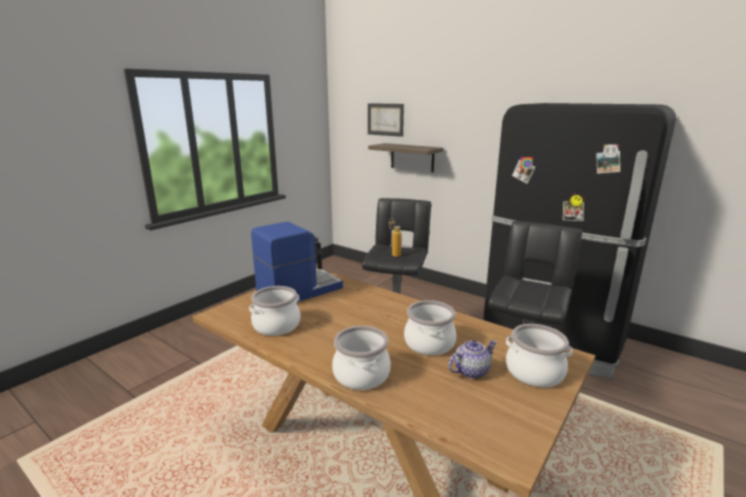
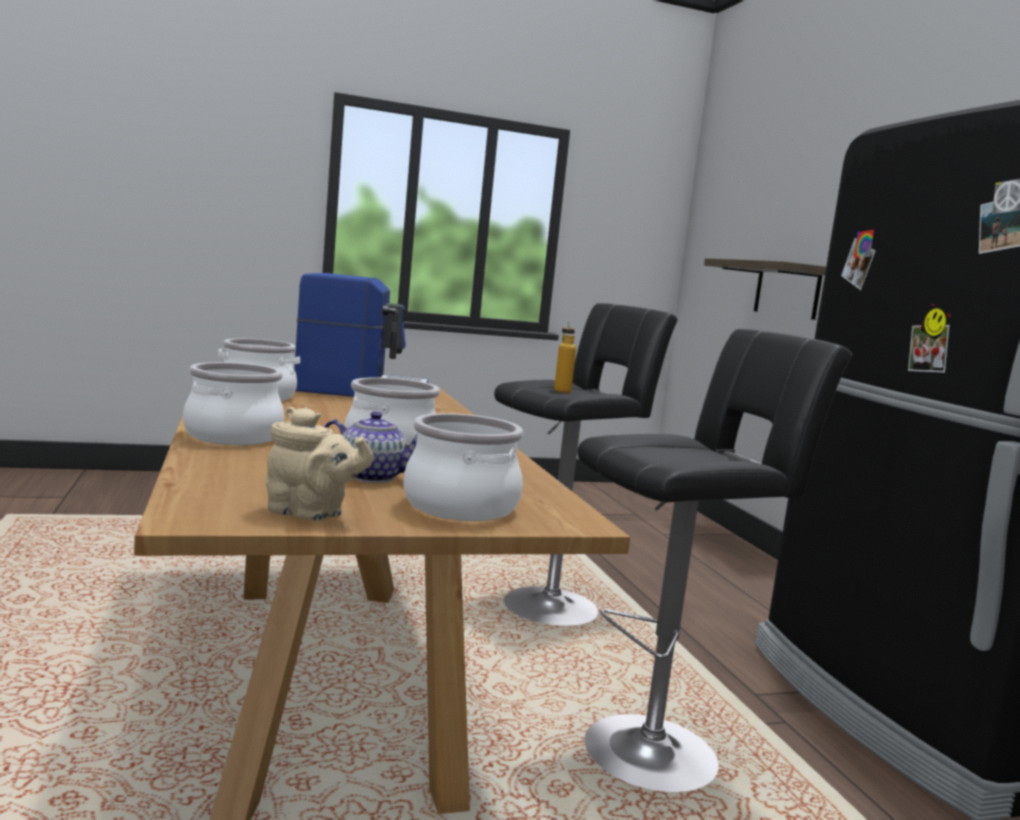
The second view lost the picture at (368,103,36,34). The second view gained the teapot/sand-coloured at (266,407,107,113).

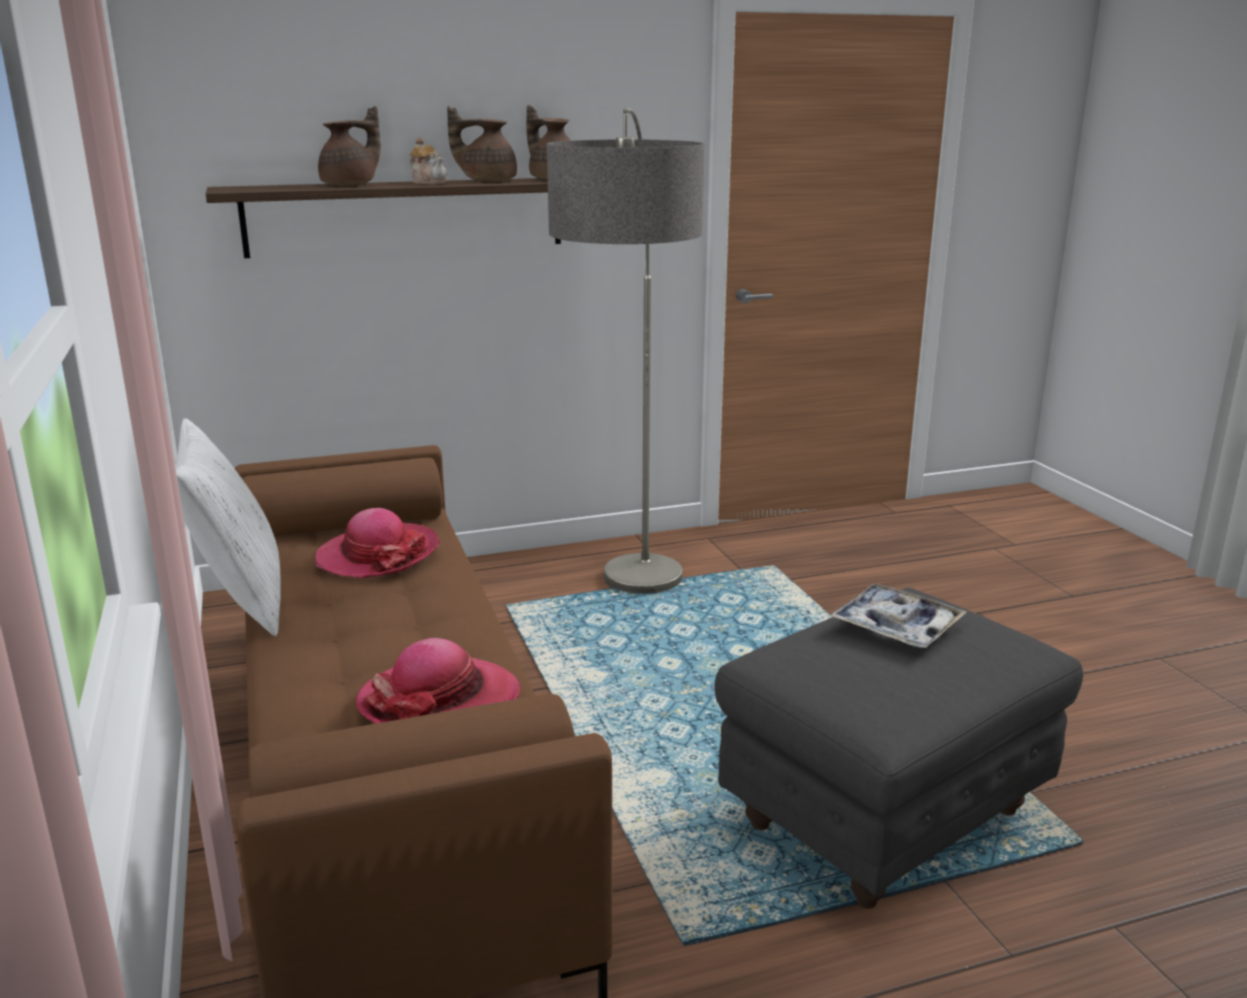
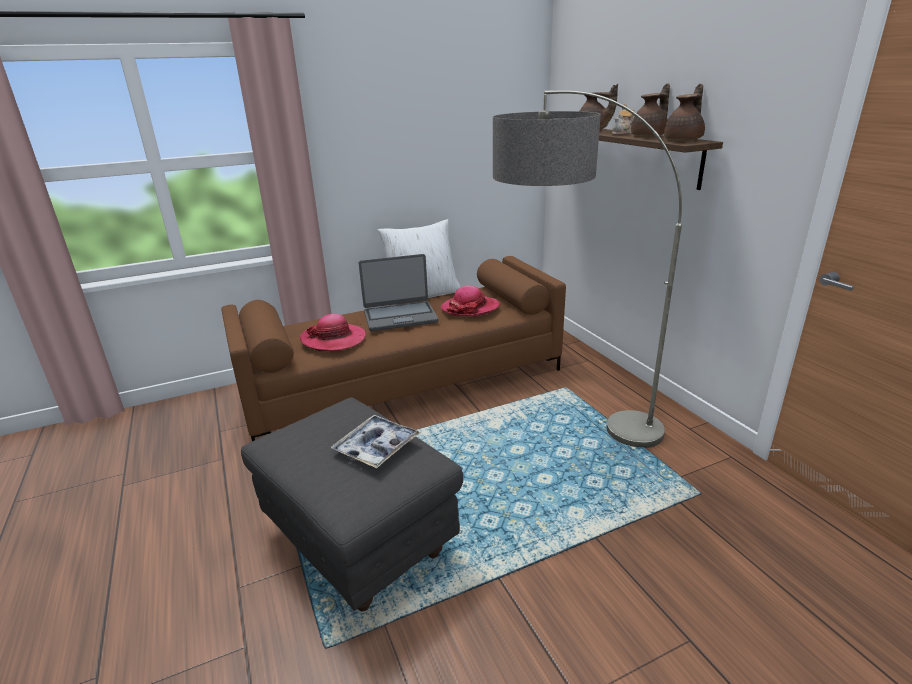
The teapot/brownish at (447,106,70,76) ended up facing another way, 60 degrees clockwise from before. The second view gained the portable computer at (359,254,80,77).

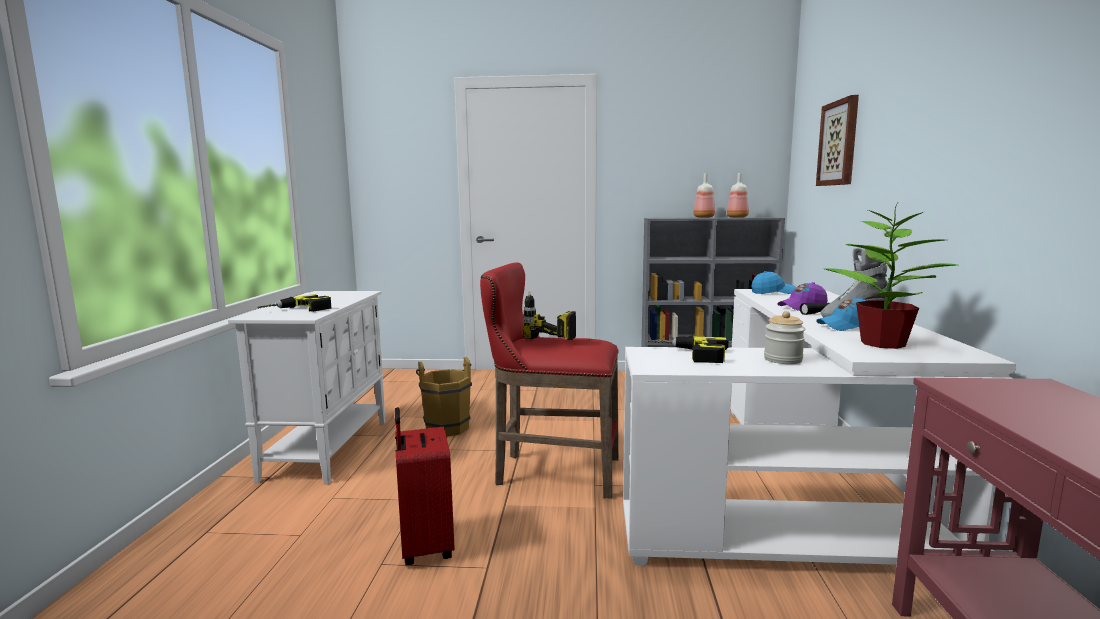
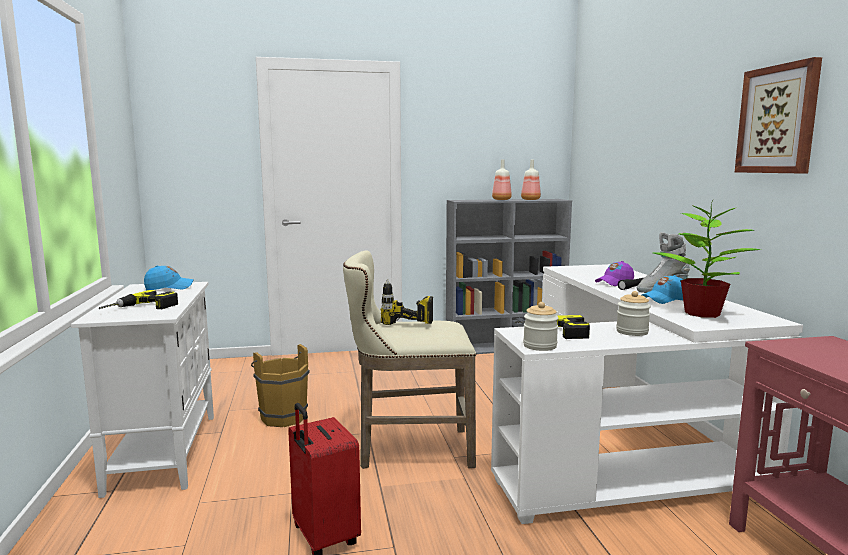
The picture ended up elsewhere, having gone from (816,95,43,91) to (735,57,87,116). What was the sitting stool/red-coloured at (480,263,139,236) turned into the sitting stool/sand-coloured at (343,250,133,219). The cap/blue ended up elsewhere, having gone from (752,271,44,23) to (144,265,50,25). The second view gained the jar at (523,302,35,49).

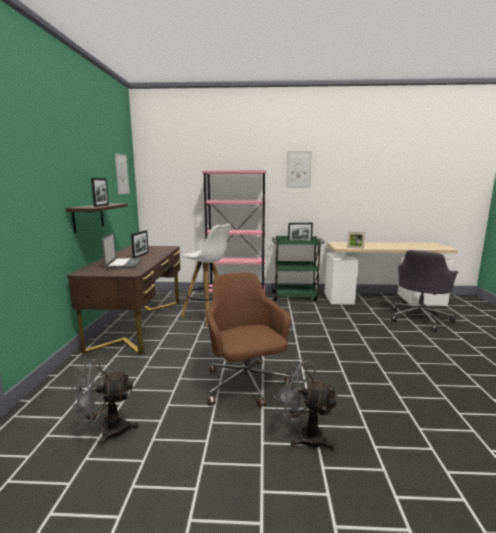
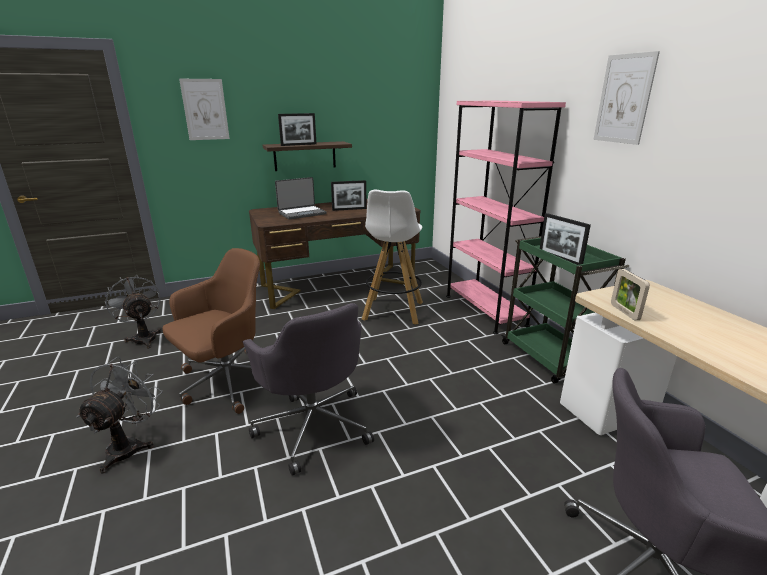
The picture ended up elsewhere, having gone from (115,153,15,41) to (179,79,51,61). The second view gained the desk chair/gray at (243,303,131,173).

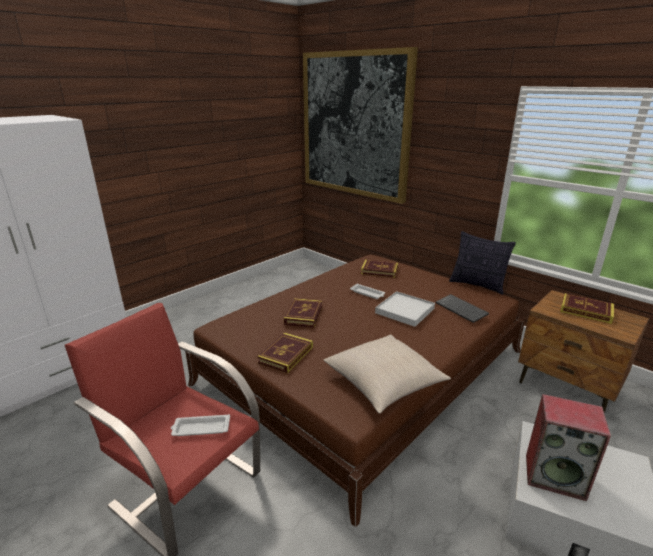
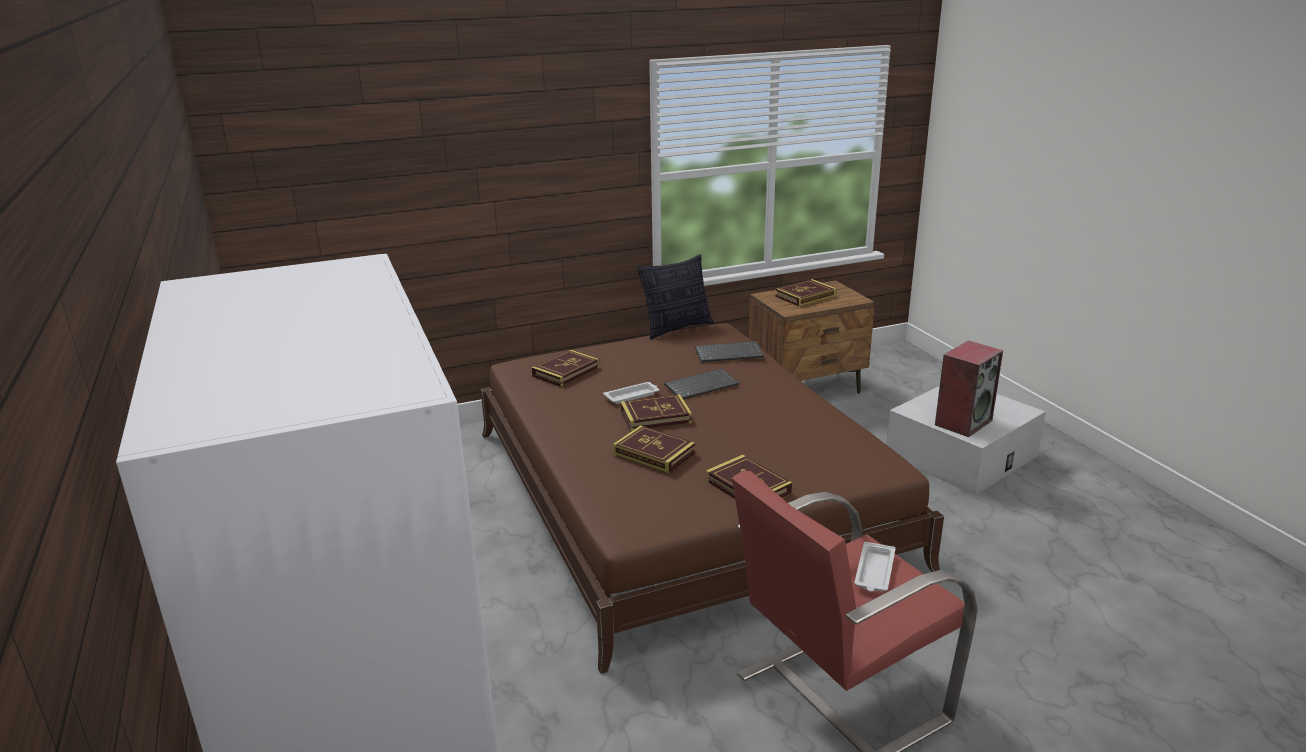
The second view lost the picture at (303,47,115,157). Where the carrying tray/white stood at (375,291,60,36), the keyboard came to stand at (664,368,75,31). The second view lost the throw pillow/sand-coloured at (324,334,127,80). The second view gained the bound book at (620,394,72,37).

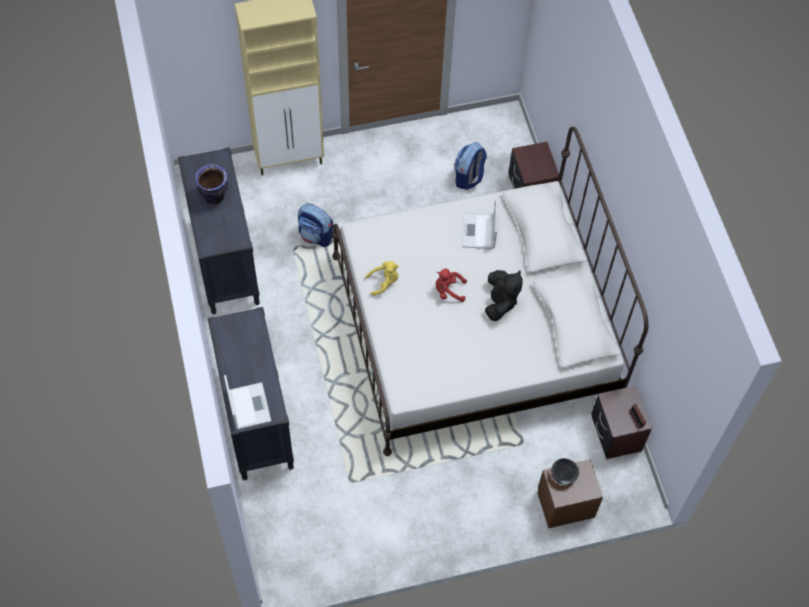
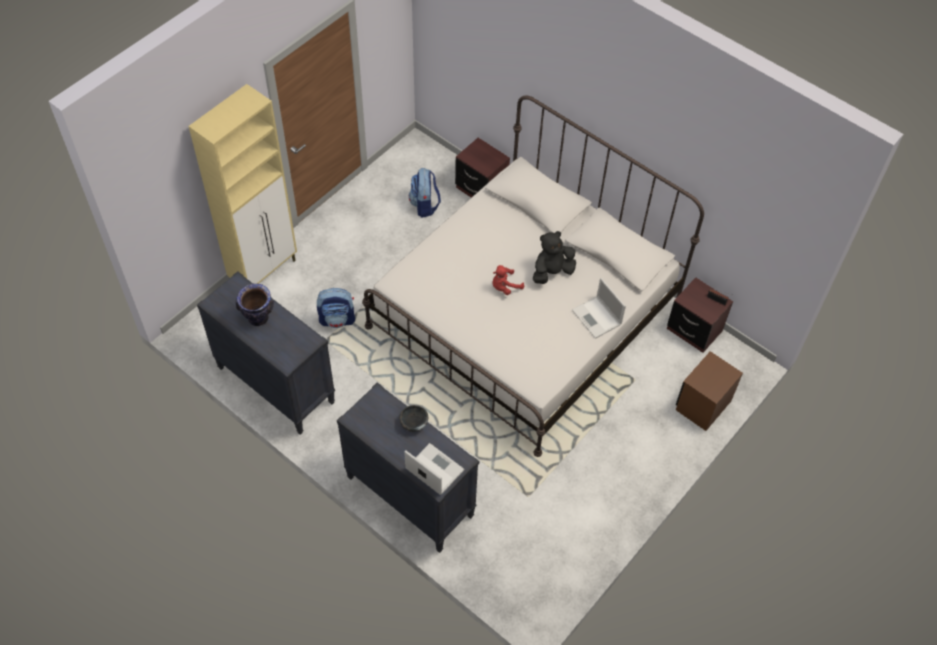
The portable computer ended up elsewhere, having gone from (462,198,36,51) to (572,278,54,61). The second view lost the soft toy/yellowish at (366,261,33,35). The soft toy/black at (485,270,38,51) ended up facing another way, 90 degrees counterclockwise from before. The serving bowl/black ended up elsewhere, having gone from (551,458,28,27) to (400,405,28,27).

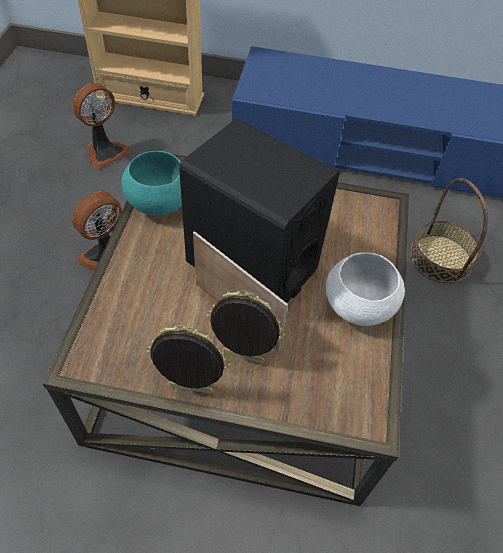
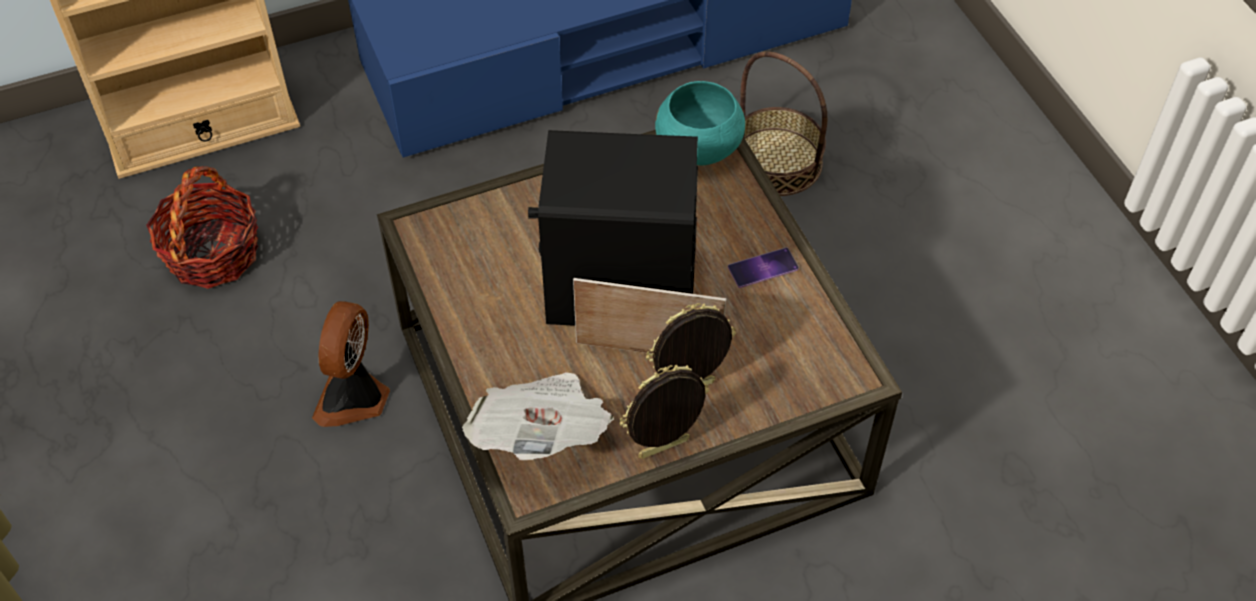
Where the cooling fan stood at (73,83,57,86), the storage basket came to stand at (147,166,111,123). The serving bowl/turquoise-coloured ended up elsewhere, having gone from (121,151,61,65) to (655,81,90,84). Where the serving bowl/white stood at (326,252,79,74), the phone came to stand at (728,247,71,41). The second view gained the printed paper at (462,372,152,88).

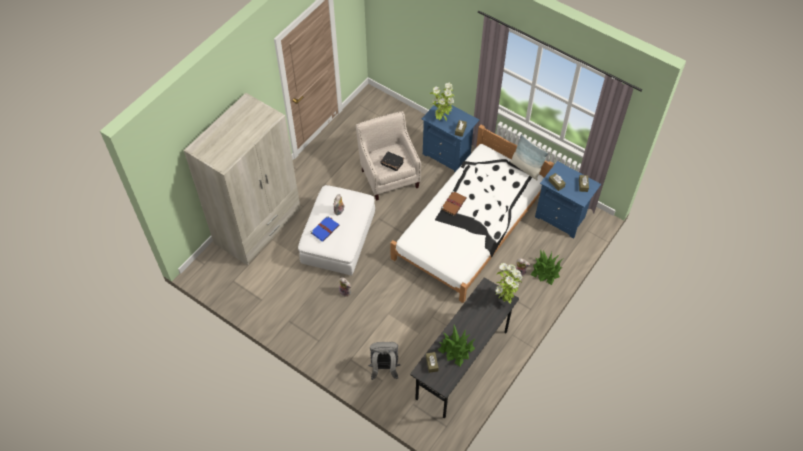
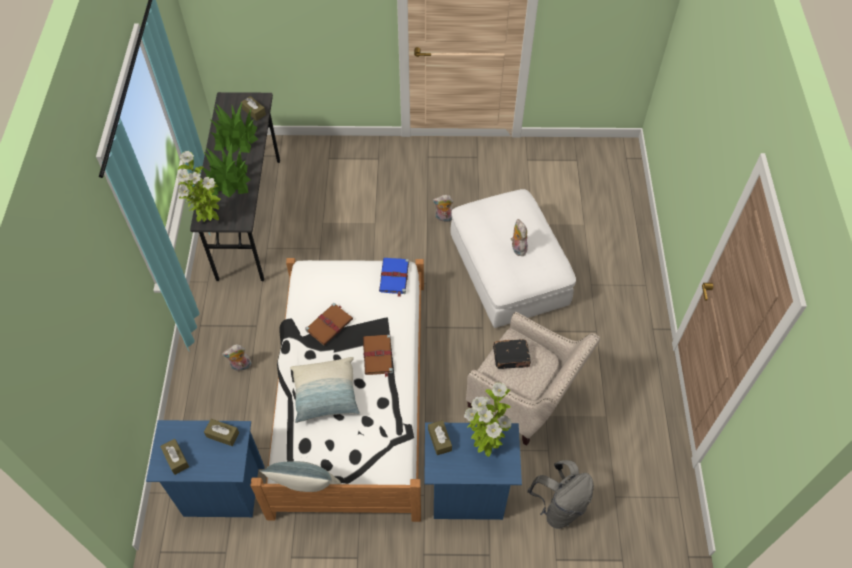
The second view lost the wardrobe/sand-coloured at (184,93,116,172). The bound book/blue ended up elsewhere, having gone from (311,216,29,26) to (379,258,30,39). The plant in a pot ended up elsewhere, having gone from (530,250,33,35) to (202,144,49,54). The backpack/gray ended up elsewhere, having gone from (368,342,32,38) to (527,460,67,69). The second view gained the bound book/brownish at (305,303,48,43). The second view gained the throw pillow at (290,357,70,66).

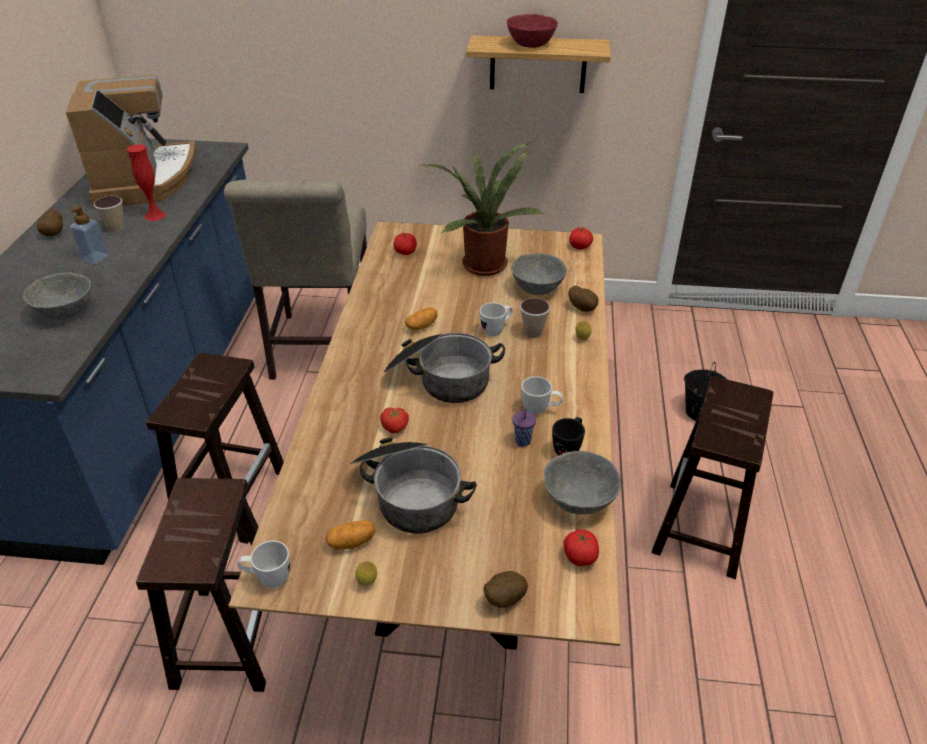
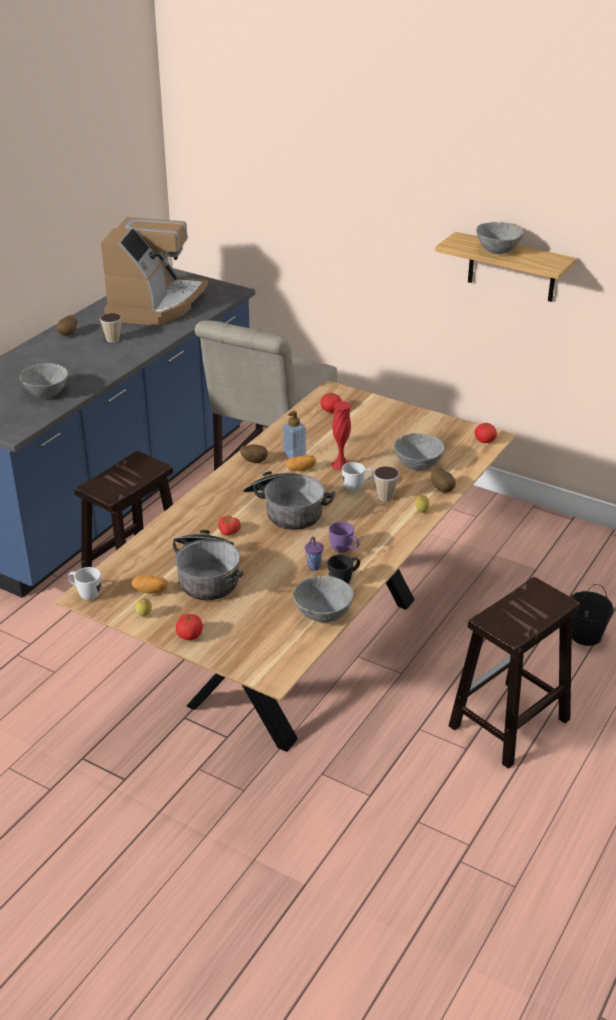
What was the serving bowl/red-coloured at (507,14,51,34) turned into the serving bowl/gray at (476,222,48,32). The second view lost the plant in a pot at (420,141,125,135). The decorative vase/red-coloured ended up elsewhere, having gone from (126,144,40,77) to (331,401,20,70). The soap dispenser ended up elsewhere, having gone from (70,206,39,58) to (283,411,23,47). What was the mug/white at (521,376,42,38) turned into the mug/purplish at (329,522,31,31). The second view lost the sitting stool/brownish at (136,478,130,214). The tomato ended up elsewhere, having gone from (564,530,35,36) to (176,614,27,26). The spud ended up elsewhere, having gone from (484,571,44,37) to (240,444,28,19).

